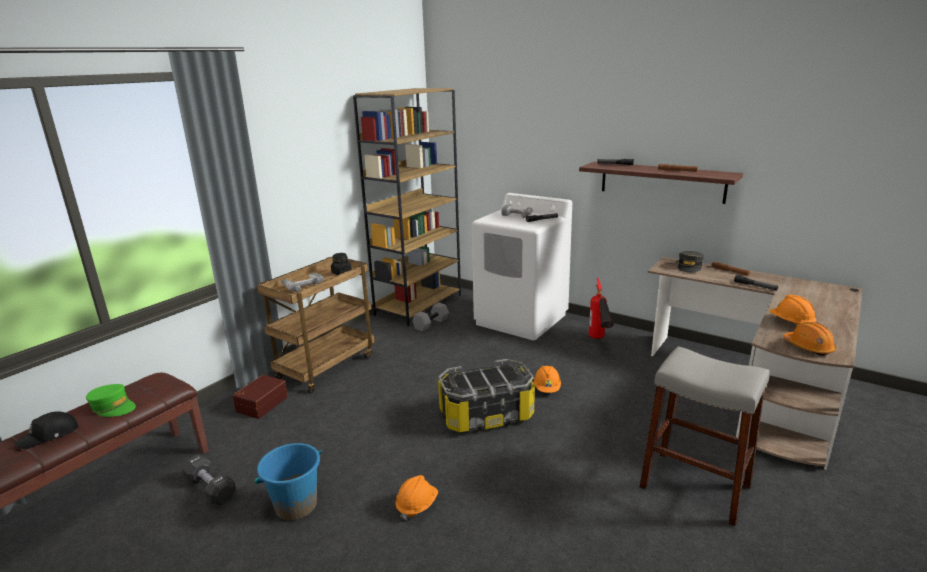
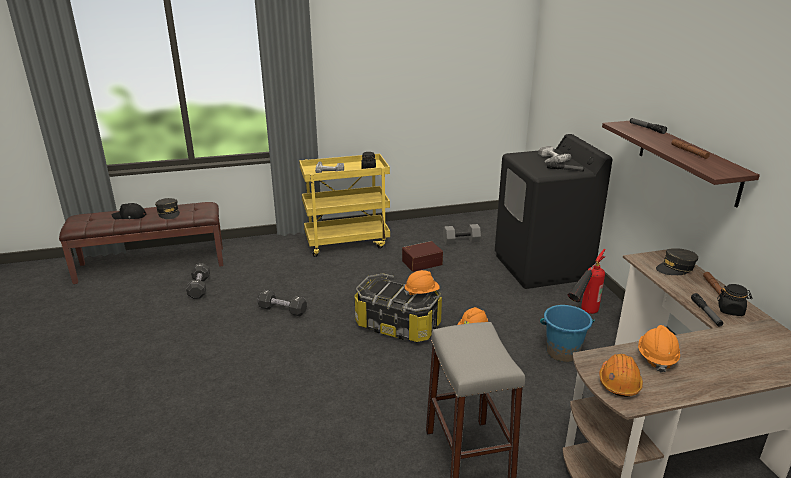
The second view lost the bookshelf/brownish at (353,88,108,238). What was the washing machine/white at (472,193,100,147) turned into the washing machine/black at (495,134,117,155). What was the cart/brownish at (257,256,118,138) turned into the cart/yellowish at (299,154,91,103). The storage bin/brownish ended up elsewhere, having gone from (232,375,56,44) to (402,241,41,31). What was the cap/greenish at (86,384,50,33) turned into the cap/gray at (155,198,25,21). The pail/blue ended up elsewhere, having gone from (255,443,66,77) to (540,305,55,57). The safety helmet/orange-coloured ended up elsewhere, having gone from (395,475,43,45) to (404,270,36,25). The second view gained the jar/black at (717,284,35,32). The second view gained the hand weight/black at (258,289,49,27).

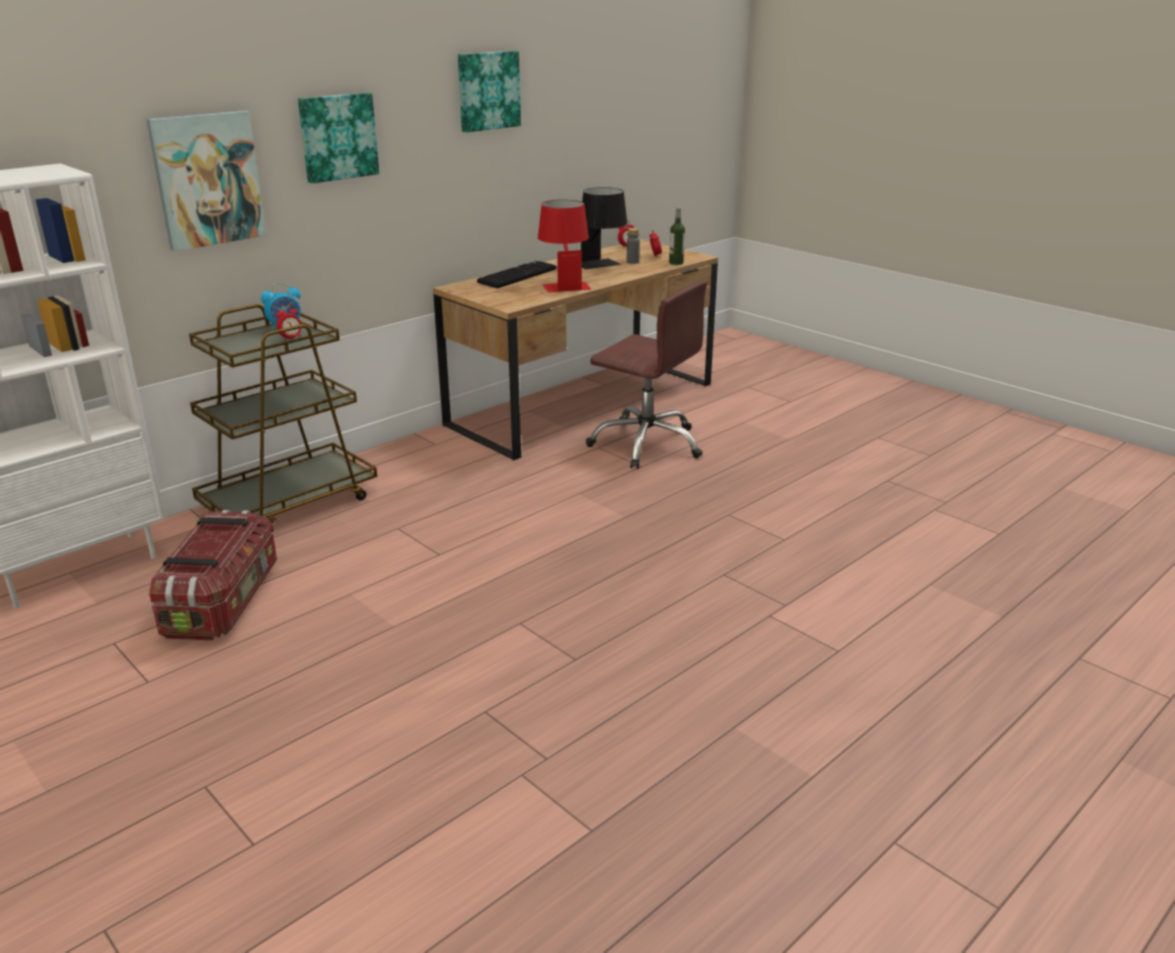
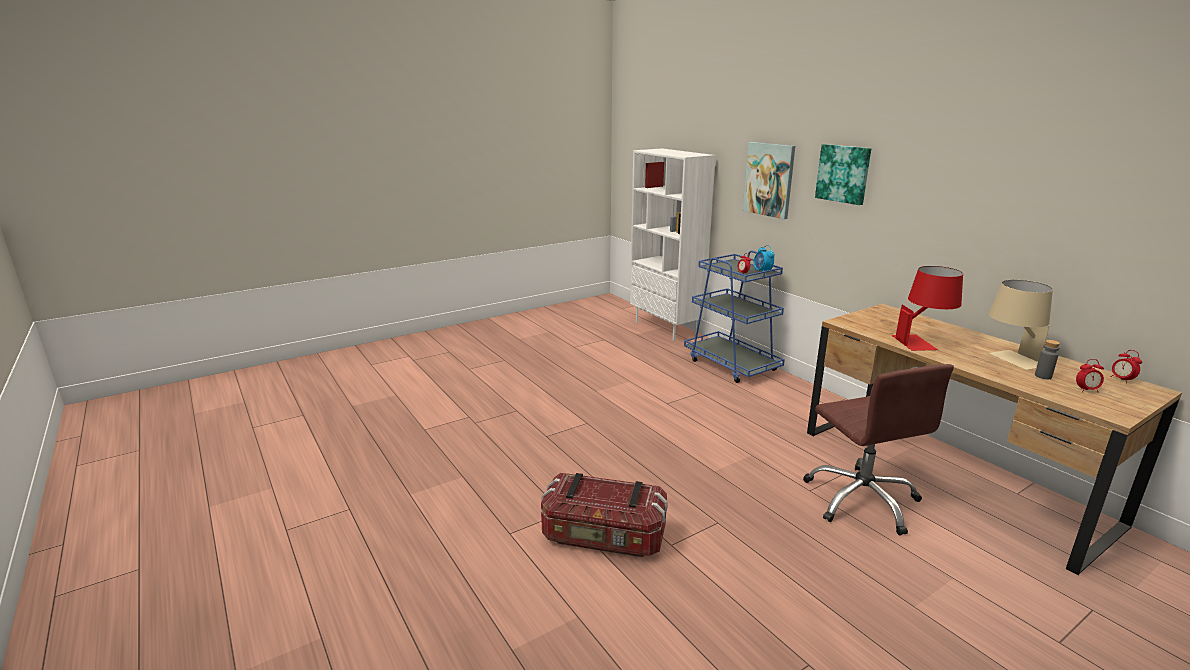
The second view lost the picture at (458,51,63,81). What was the table lamp/black at (581,187,46,82) turned into the table lamp/sand-coloured at (989,280,64,90). The second view lost the bottle at (669,207,16,58). The second view lost the keyboard at (477,261,79,27). The desk chair/brownish at (586,280,121,189) ended up facing another way, 60 degrees counterclockwise from before. What was the cart/brownish at (189,304,188,228) turned into the cart/blue at (684,250,101,133). The storage bin ended up elsewhere, having gone from (149,510,128,130) to (541,473,127,84).

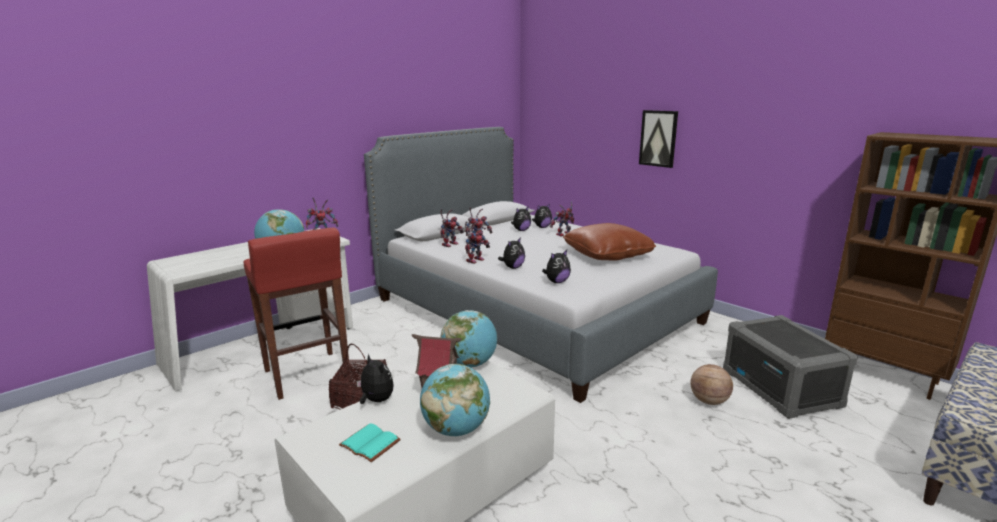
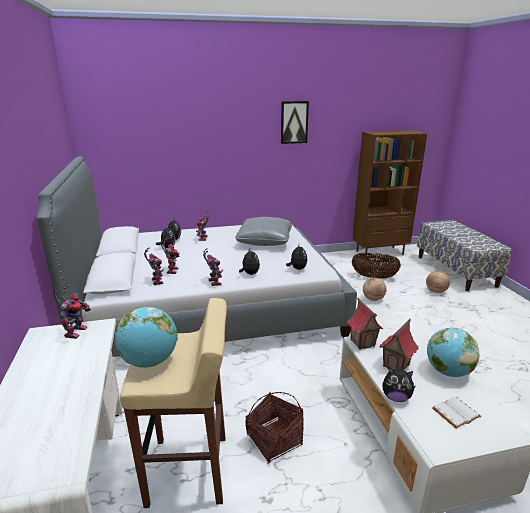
The picture ended up elsewhere, having gone from (639,110,39,58) to (281,101,28,43). What was the throw pillow/brownish at (563,223,93,38) turned into the throw pillow/gray at (235,217,57,29). What was the sitting stool/red-coloured at (243,228,108,172) turned into the sitting stool/sand-coloured at (120,298,107,210). Where the globe stood at (440,310,57,58), the miniature house came to stand at (347,298,36,52). Where the storage bin/gray stood at (723,315,134,104), the storage basket came to stand at (352,253,49,26). The soft toy at (356,354,38,50) ended up facing another way, 150 degrees counterclockwise from before. What was the bound book/turquoise-coloured at (339,423,62,39) turned into the bound book/white at (432,397,49,32). The second view gained the ball for basketball at (426,271,24,22).

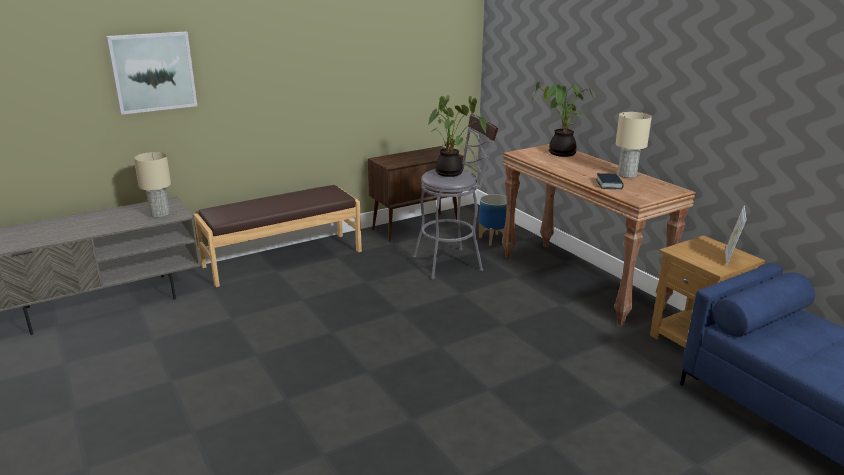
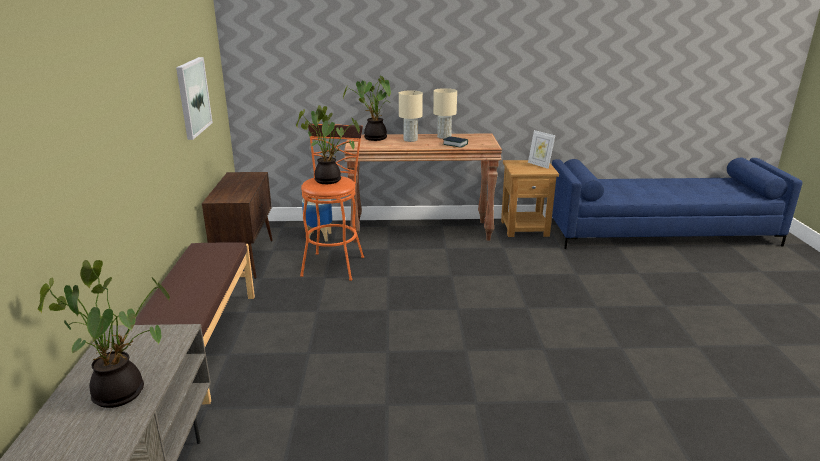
The picture ended up elsewhere, having gone from (106,32,91,83) to (176,57,37,83). What was the sitting stool/gray at (413,114,85,165) turned into the sitting stool/orange-coloured at (300,124,64,157). The table lamp/sand-coloured ended up elsewhere, having gone from (134,152,37,66) to (399,91,24,51). The second view gained the plant in a pot at (38,260,132,148).

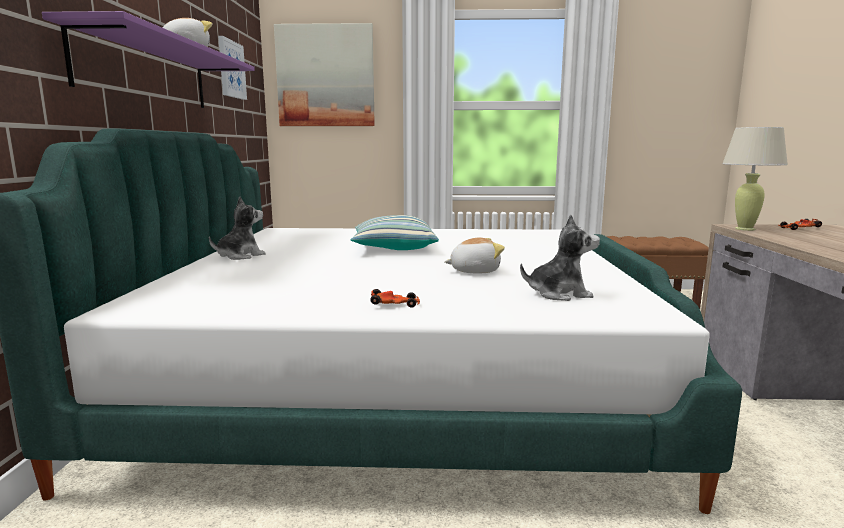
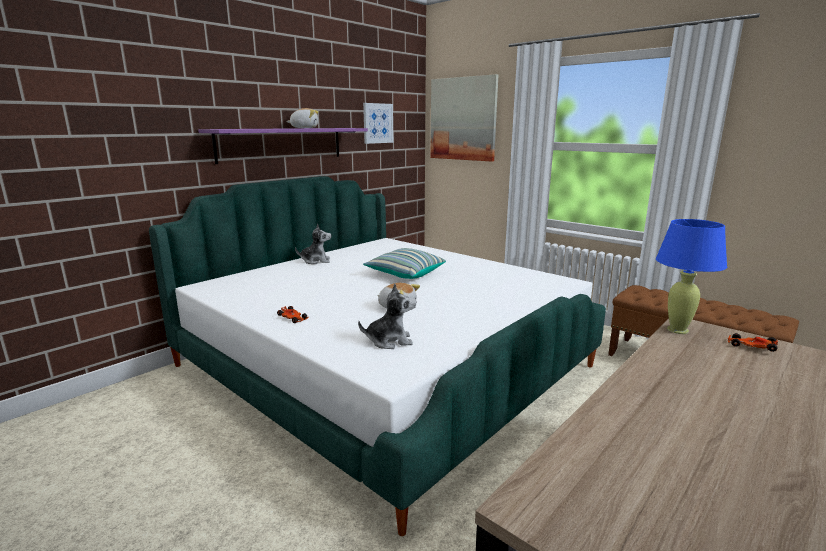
What was the table lamp/sand-coloured at (722,127,66,104) turned into the table lamp/blue at (656,219,71,115). The soft toy at (520,215,80,86) ended up facing another way, 45 degrees counterclockwise from before.

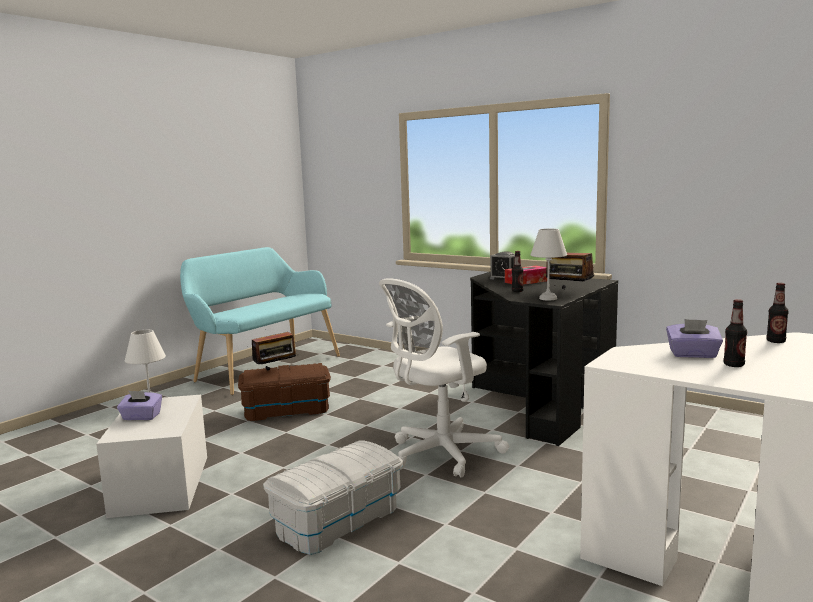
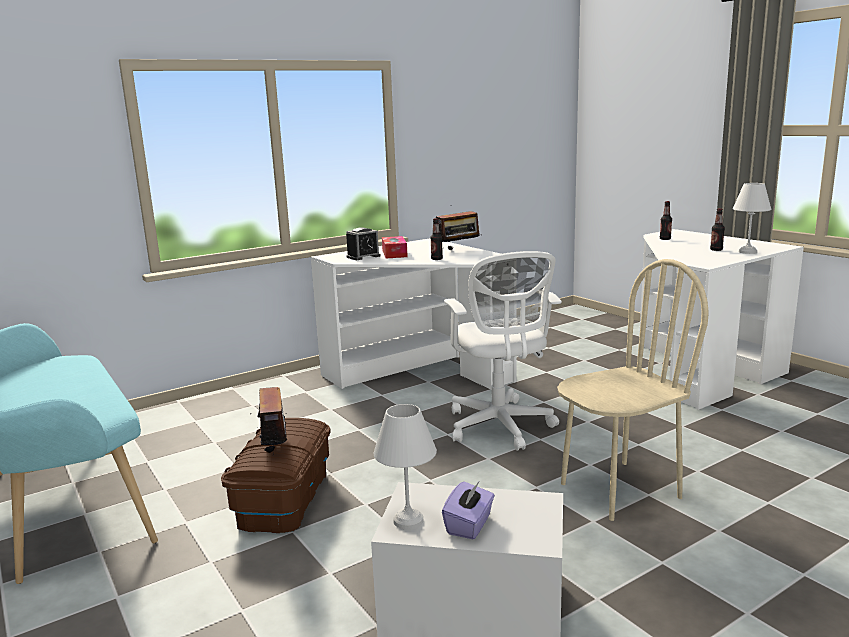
The table lamp/white ended up elsewhere, having gone from (530,229,37,72) to (733,183,38,71). What was the desk/black at (470,272,148,174) turned into the desk/white at (311,238,205,152). The second view lost the tissue holder/purplish at (666,319,57,39). Where the storage bin/white stood at (263,440,140,115), the plain chair/sand-coloured came to stand at (557,259,152,262).

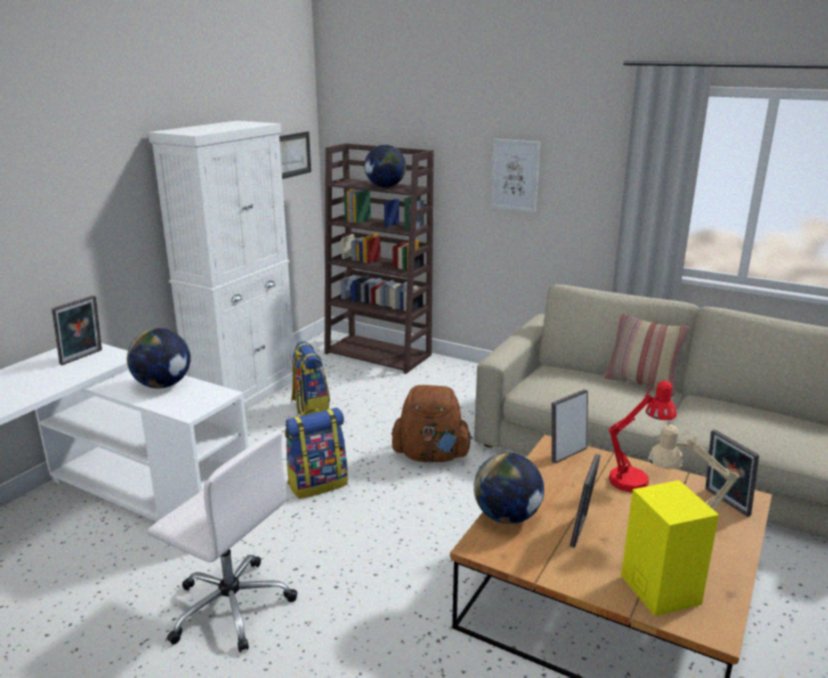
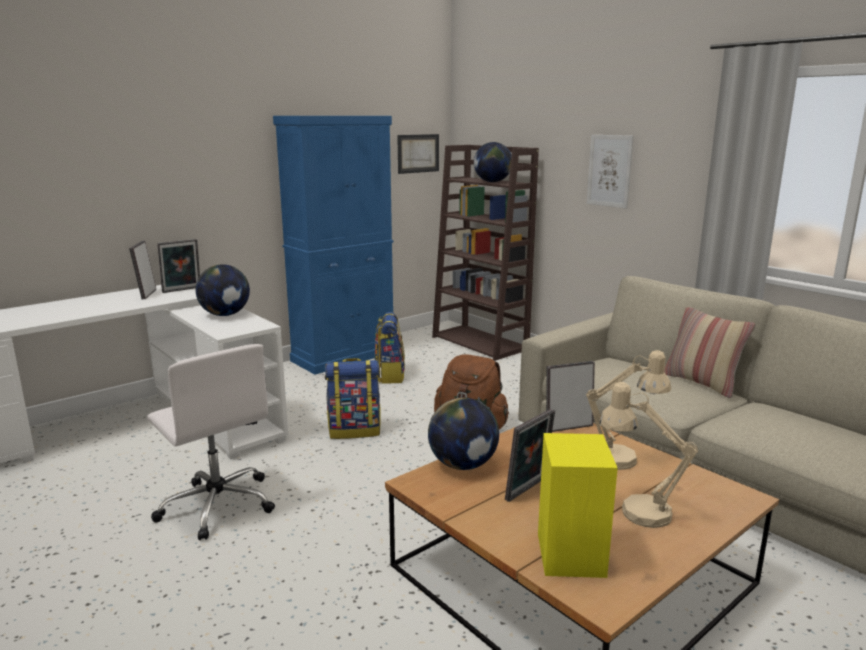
What was the storage cabinet/white at (148,121,147,289) turned into the storage cabinet/blue at (273,116,120,259). What was the table lamp/red-coloured at (609,381,68,111) turned into the table lamp/sand-coloured at (586,350,85,120). The photo frame ended up elsewhere, having gone from (705,429,54,88) to (129,241,28,59).

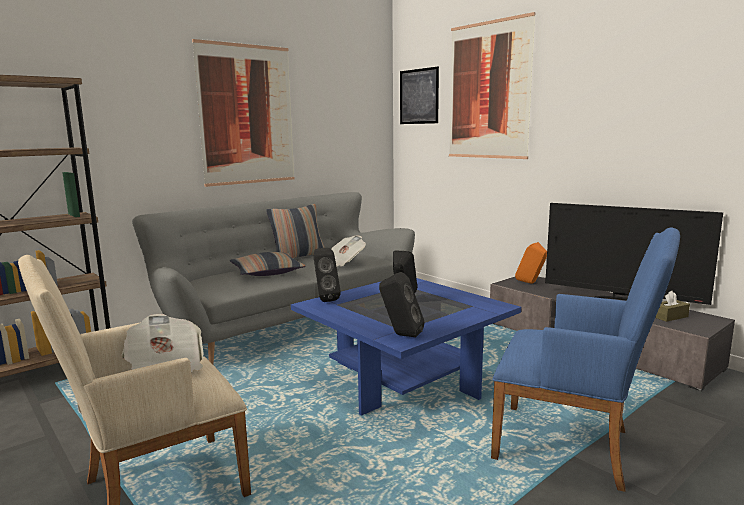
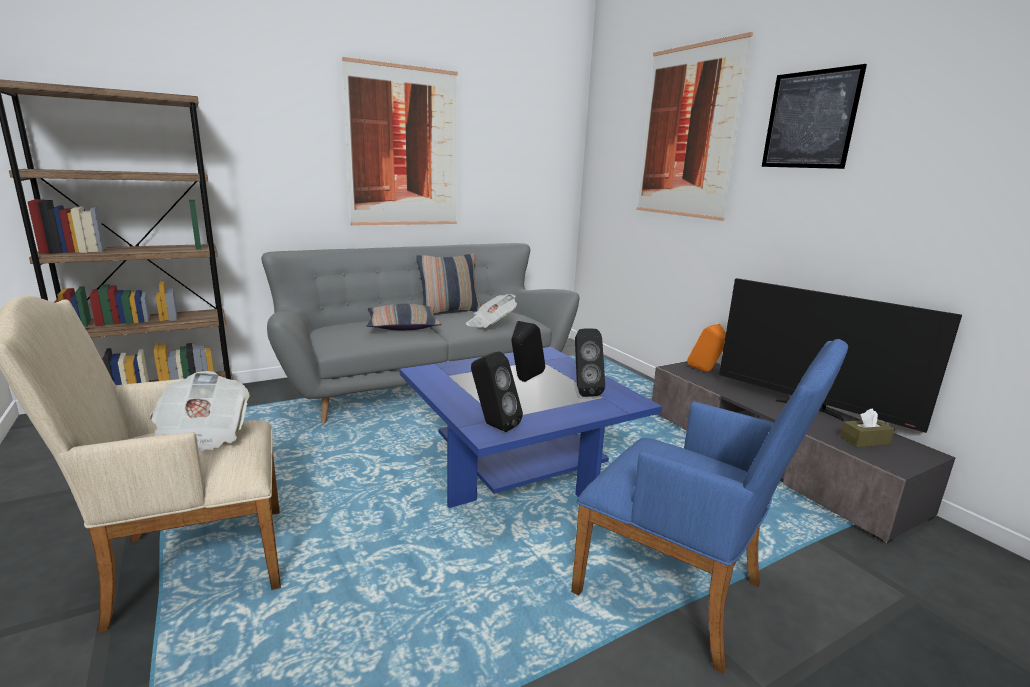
The picture ended up elsewhere, having gone from (400,67,39,57) to (762,64,105,105). The loudspeaker/black ended up elsewhere, having gone from (314,248,27,54) to (575,328,30,69).

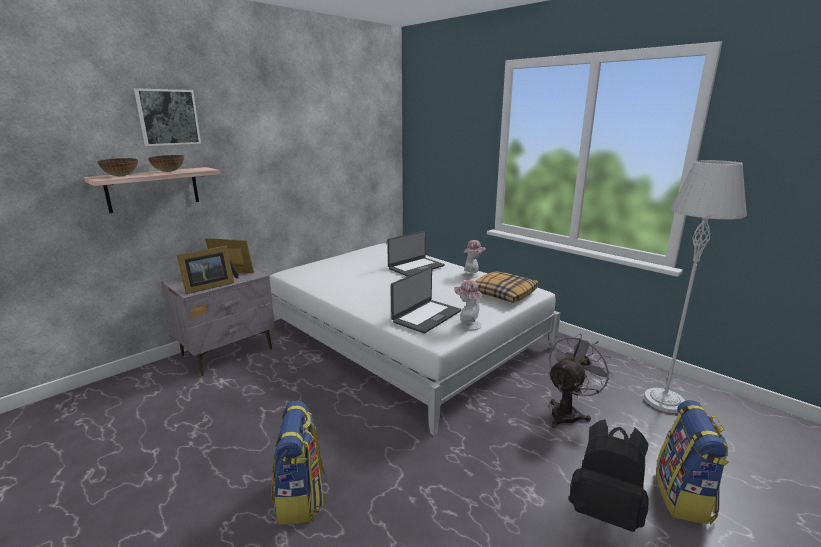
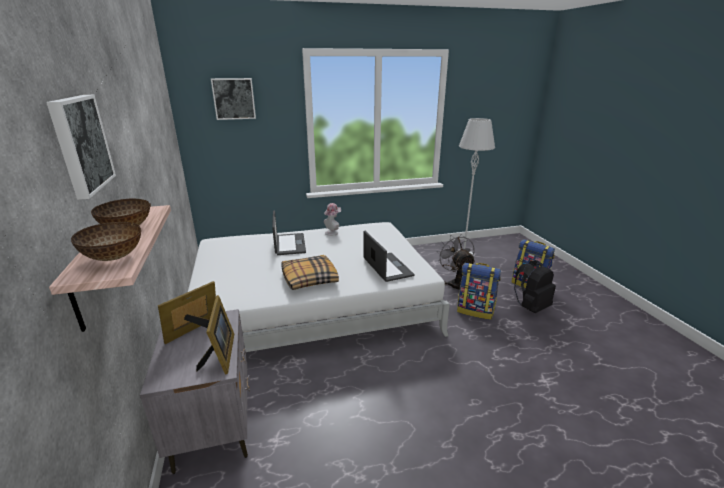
The throw pillow ended up elsewhere, having gone from (475,271,63,32) to (281,255,58,35). The second view lost the wearable hat at (454,280,28,50). The backpack ended up elsewhere, having gone from (271,401,54,123) to (457,263,44,57). The second view gained the picture at (211,78,45,42).

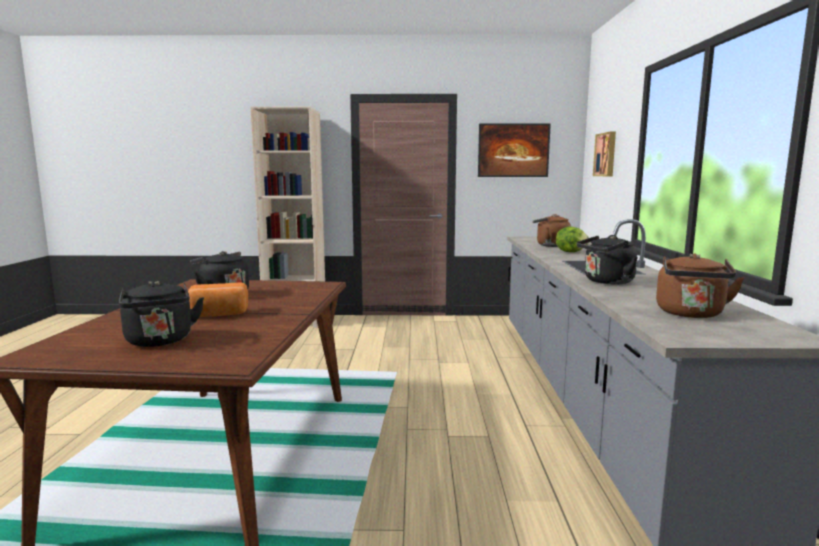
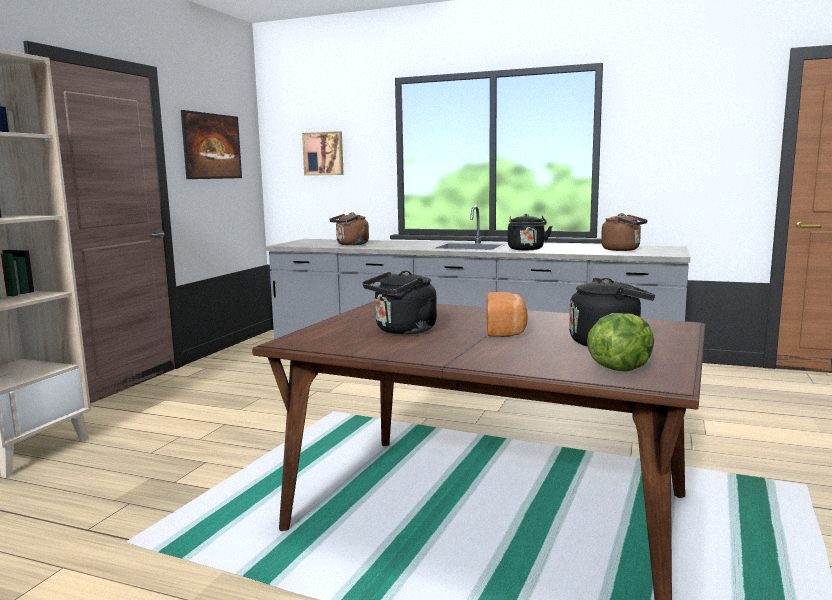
The head of lettuce ended up elsewhere, having gone from (556,227,34,25) to (587,313,67,59).

